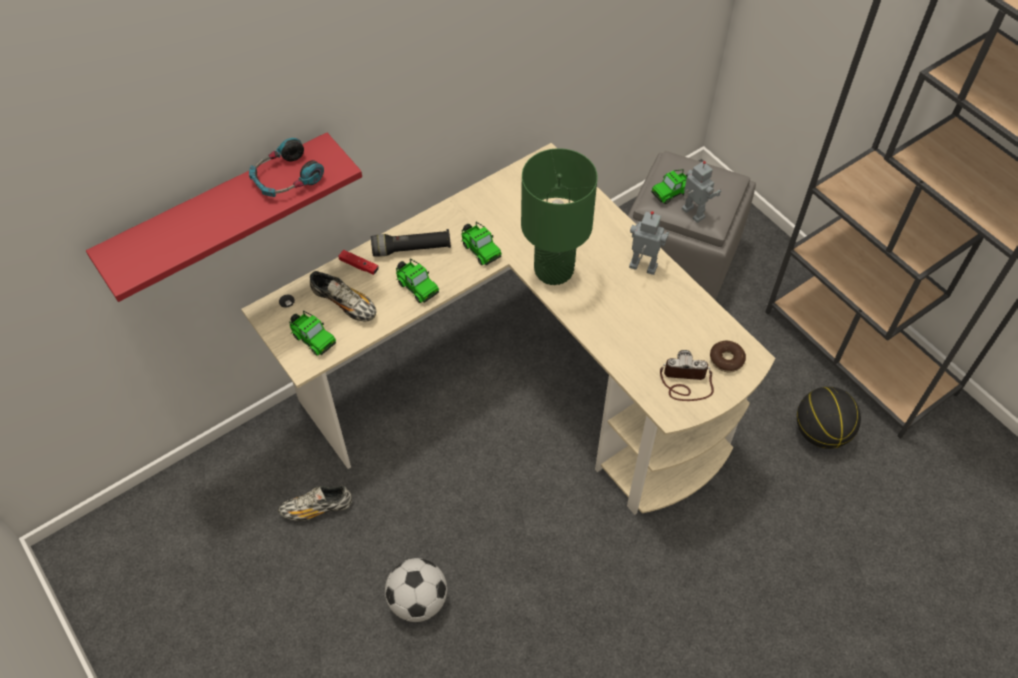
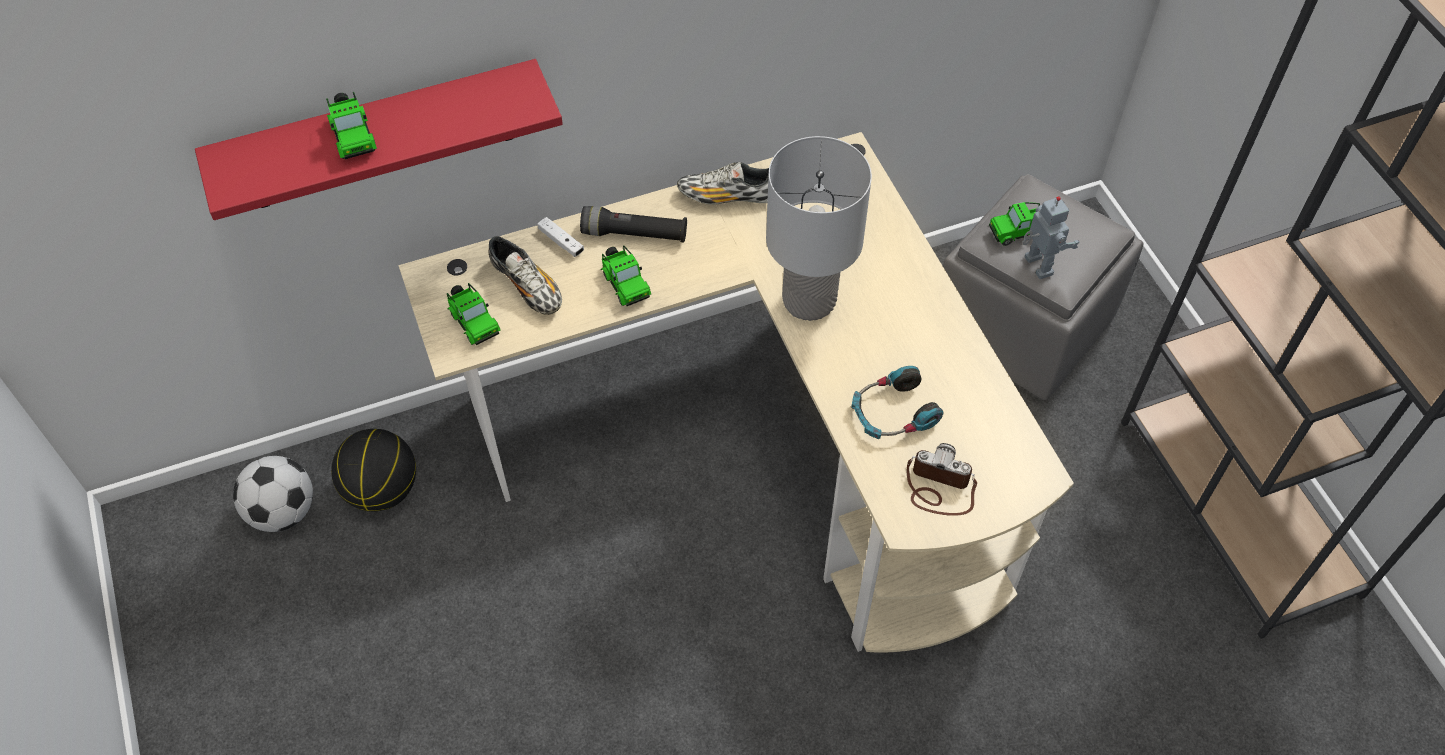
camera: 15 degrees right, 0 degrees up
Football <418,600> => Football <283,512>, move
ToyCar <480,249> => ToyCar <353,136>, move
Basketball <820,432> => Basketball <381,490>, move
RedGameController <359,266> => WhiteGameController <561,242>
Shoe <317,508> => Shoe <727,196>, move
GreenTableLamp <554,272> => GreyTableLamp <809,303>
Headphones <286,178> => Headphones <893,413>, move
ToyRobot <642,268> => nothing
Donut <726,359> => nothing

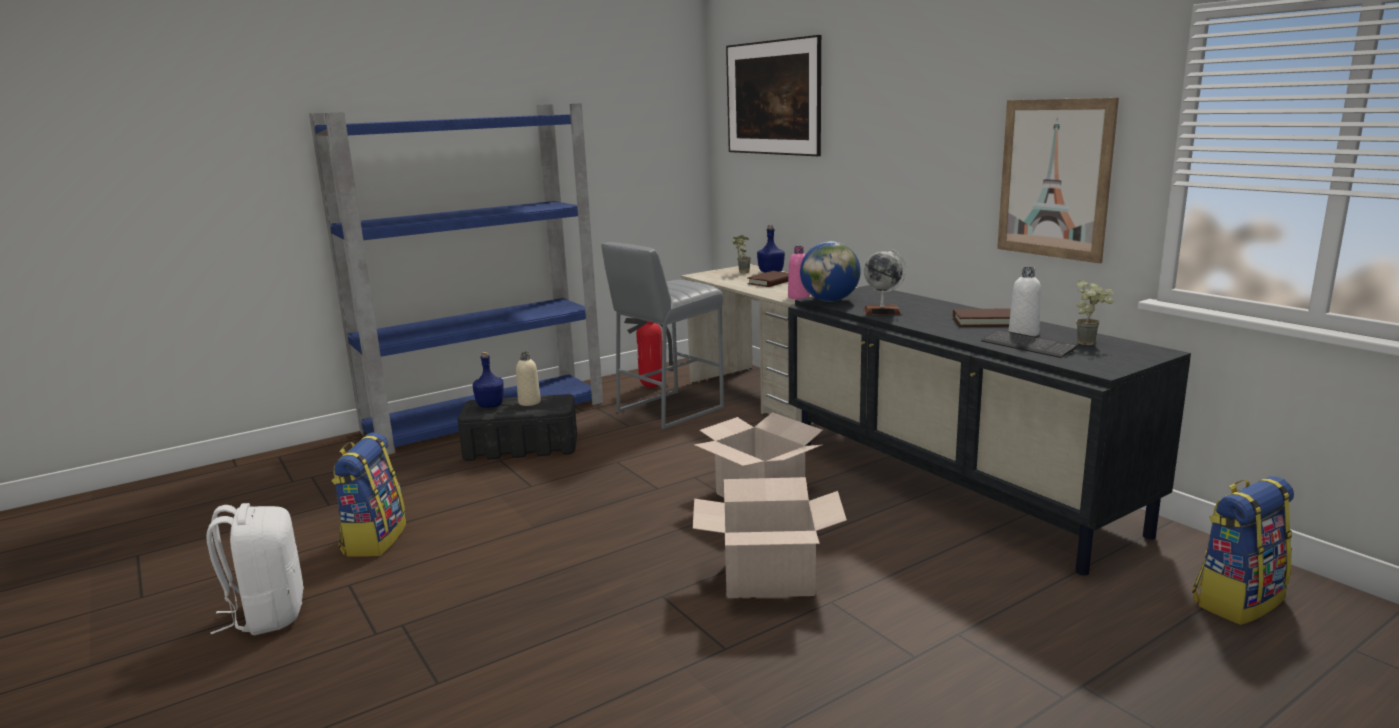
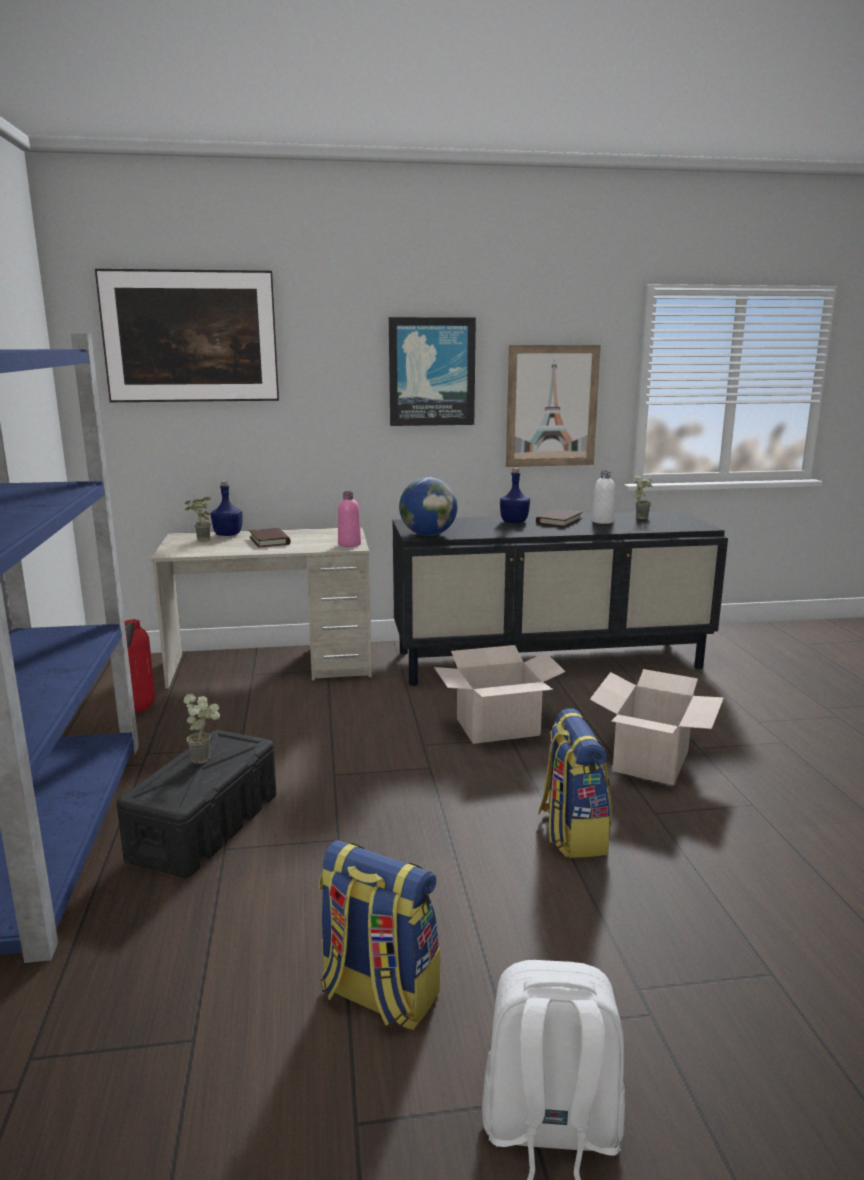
camera: 65 degrees left, 0 degrees up
BeigeBottle <529,402> => PottedPlant <206,758>
nothing => Picture <431,372>
BlueBottle <490,405> => BlueBottle <515,522>, move
Backpack <1236,600> => Backpack <572,833>, move
GreyStool <668,410> => nothing
Globe <882,311> => nothing
Keyboard <1028,346> => nothing

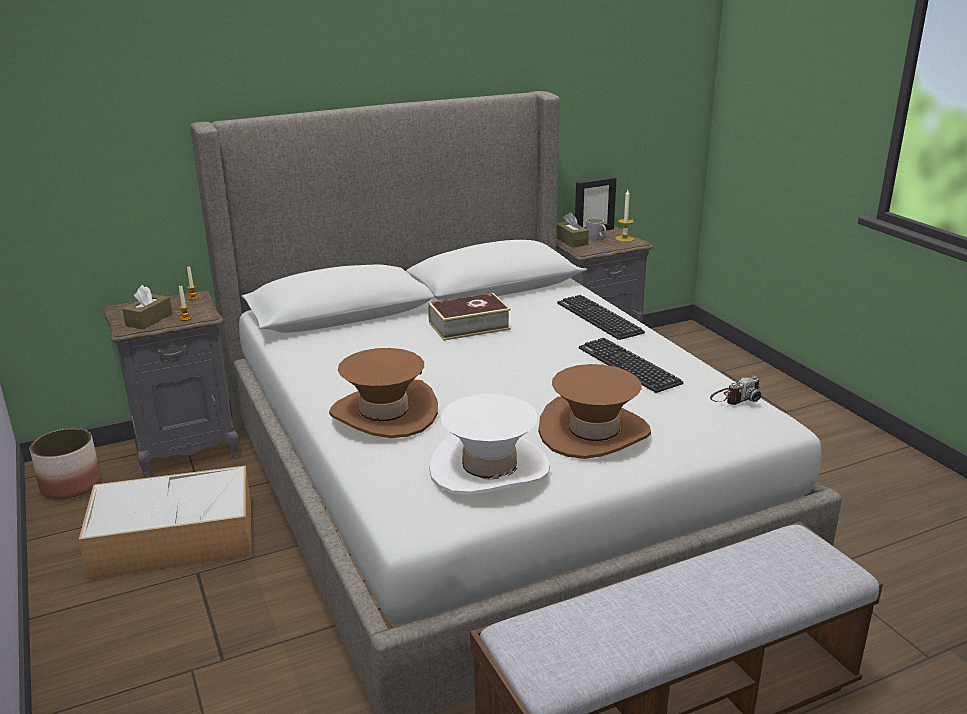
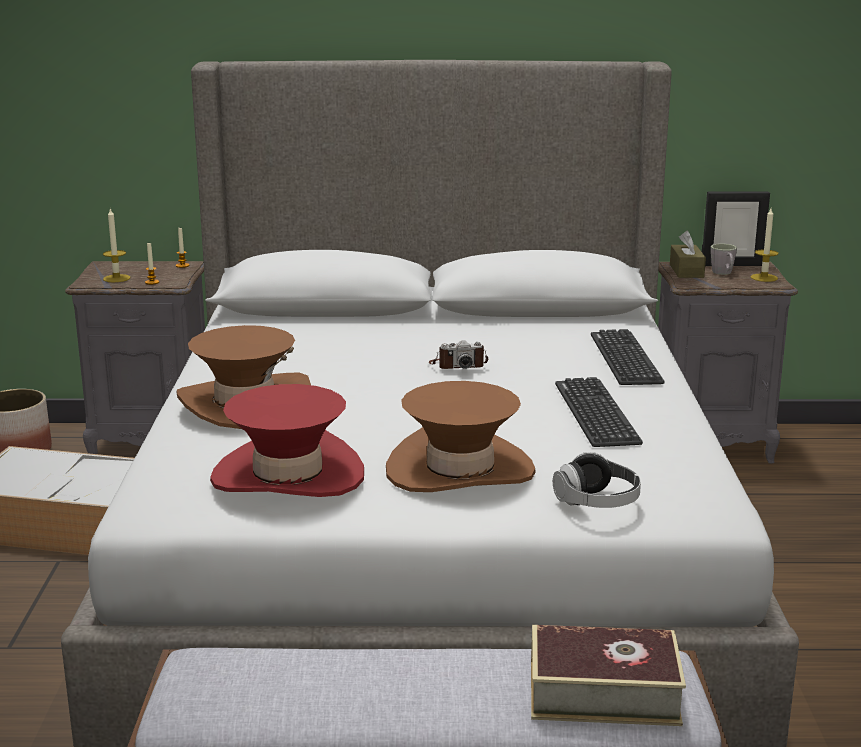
camera: 25 degrees right, 5 degrees down
BrownTissueBox <149,320> => Candle <116,278>
WhiteHat <489,468> => RedHat <288,476>
PhotoCamera <734,398> => PhotoCamera <458,365>, move
Book <469,326> => Book <603,692>, move
nothing => Headphones <597,503>

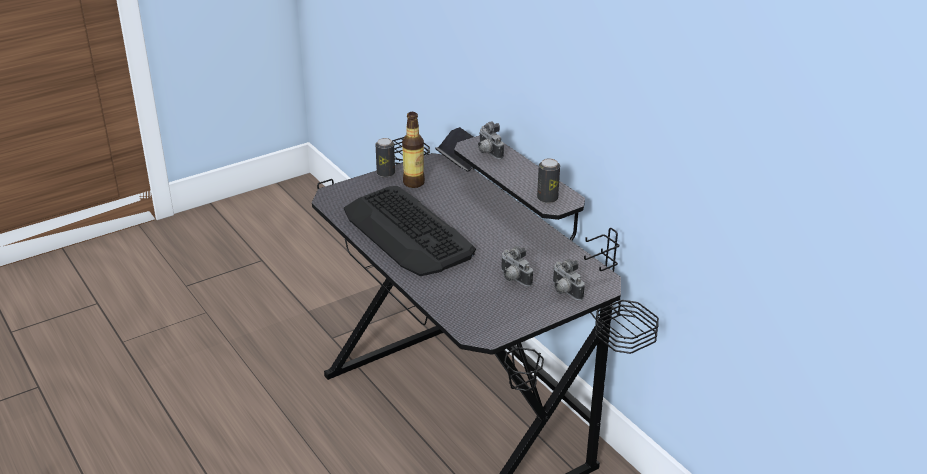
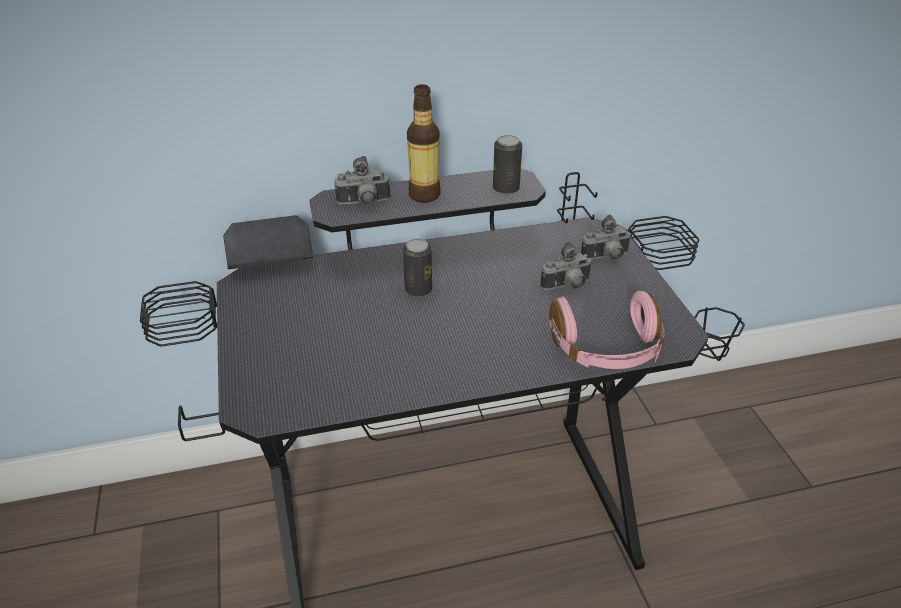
camera: 70 degrees left, 5 degrees up
Can <386,173> => Can <418,290>, move
Bottle <414,183> => Bottle <424,195>, move
nothing => PinkHeadphones <606,349>
Keyboard <407,232> => nothing

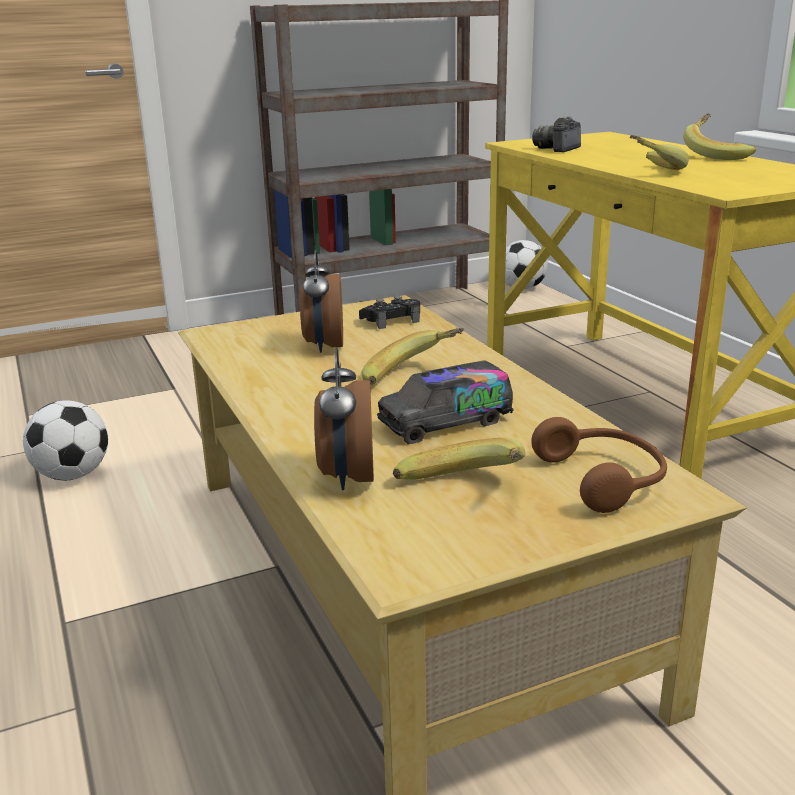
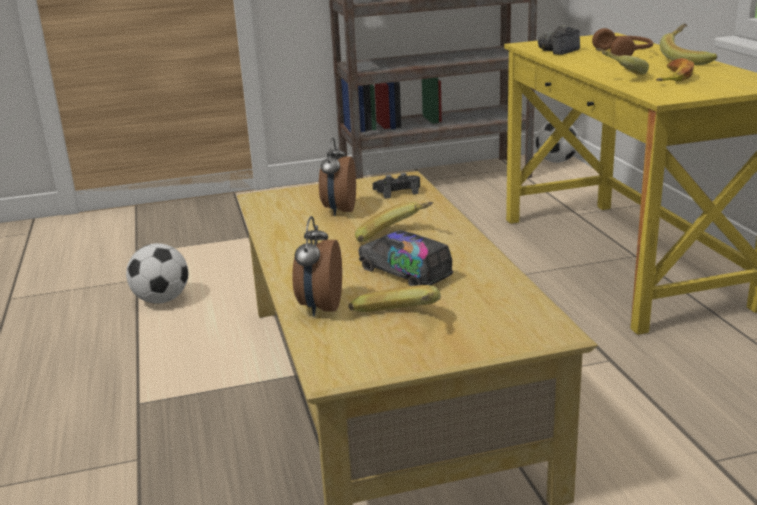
camera: 10 degrees right, 0 degrees up
ToyTruck <445,423> => ToyTruck <405,273>, 60 degrees clockwise
BrownHeadphones <604,479> => BrownHeadphones <625,54>, move
nothing => Banana <672,77>

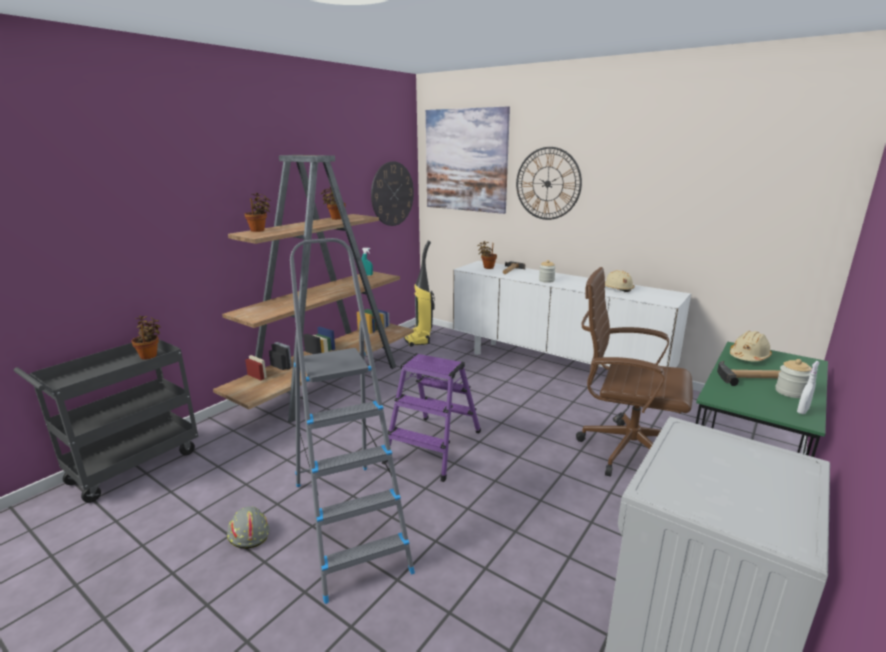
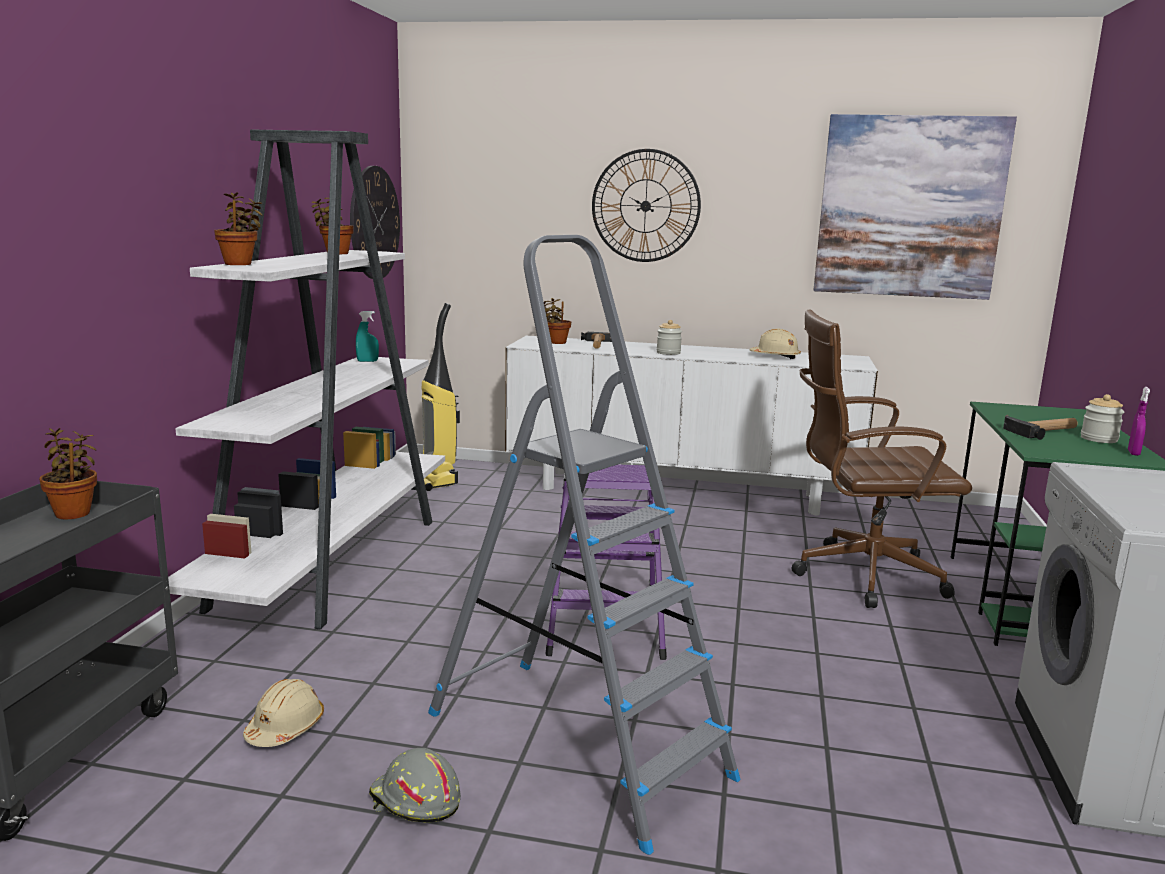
camera: 25 degrees left, 5 degrees down
BrownBookcase <329,382> => WhiteBookcase <332,560>
BeigeHardHat <748,357> => BeigeHardHat <285,728>, move
Picture <466,160> => Picture <909,207>, move
WhiteSprayBottle <802,411> => PurpleSprayBottle <1133,453>

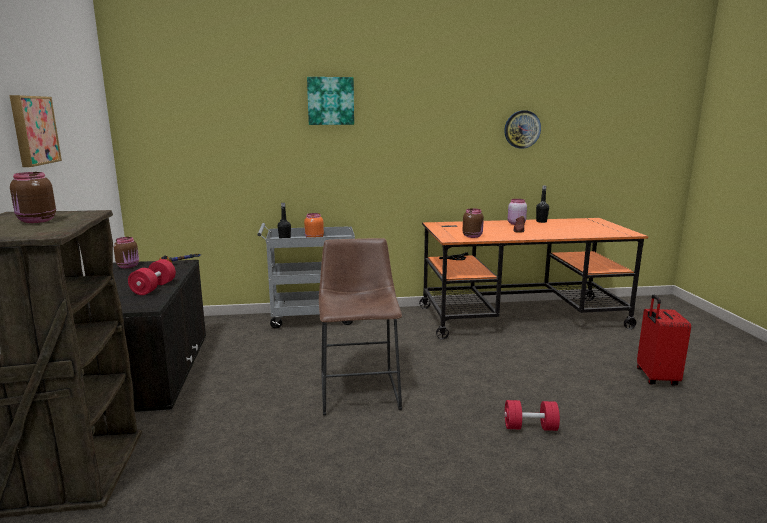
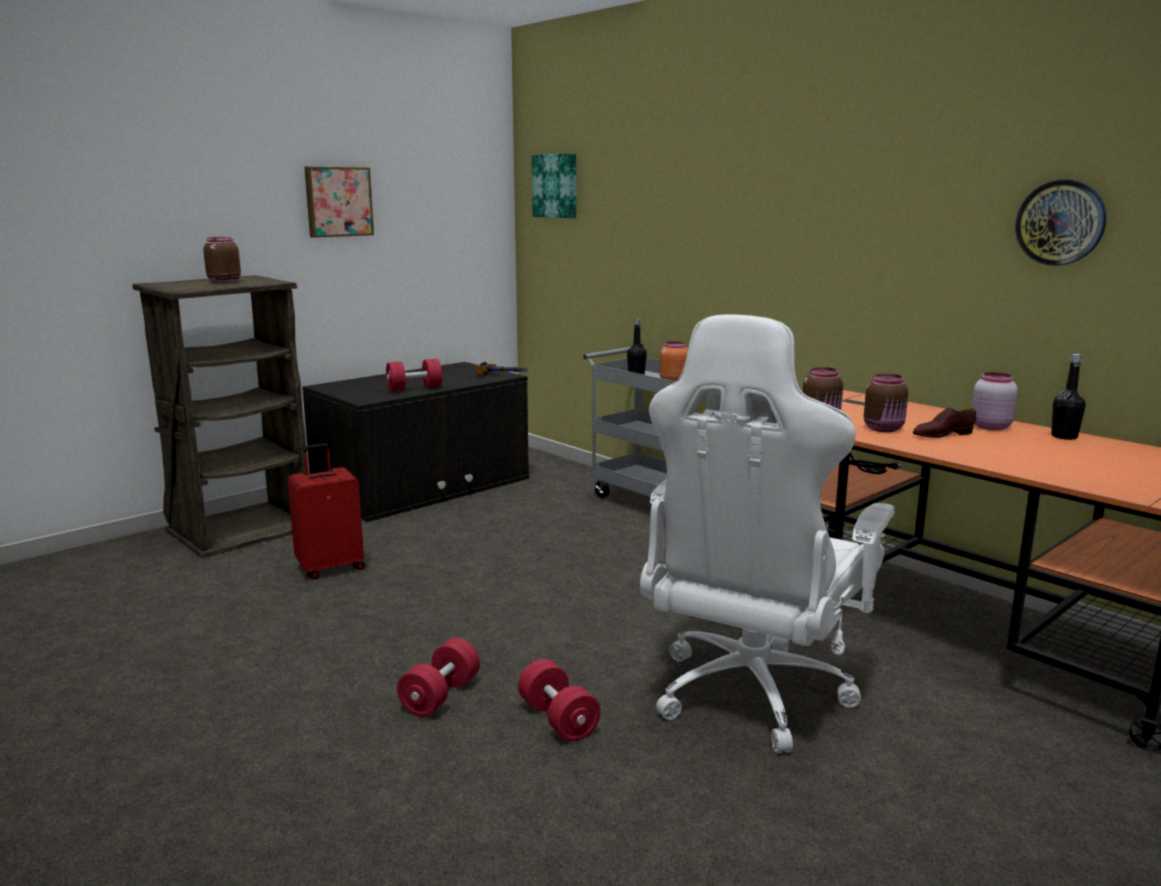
camera: 55 degrees right, 0 degrees up
RedSuitcase <655,377> => RedSuitcase <330,568>, move
nothing => RedDumbbell <440,696>
Picture <330,101> => Picture <556,186>, move
nothing => WhiteOfficeChair <754,687>
BrownJar <129,266> => BrownJar <884,429>, move
BrownStool <359,389> => nothing

